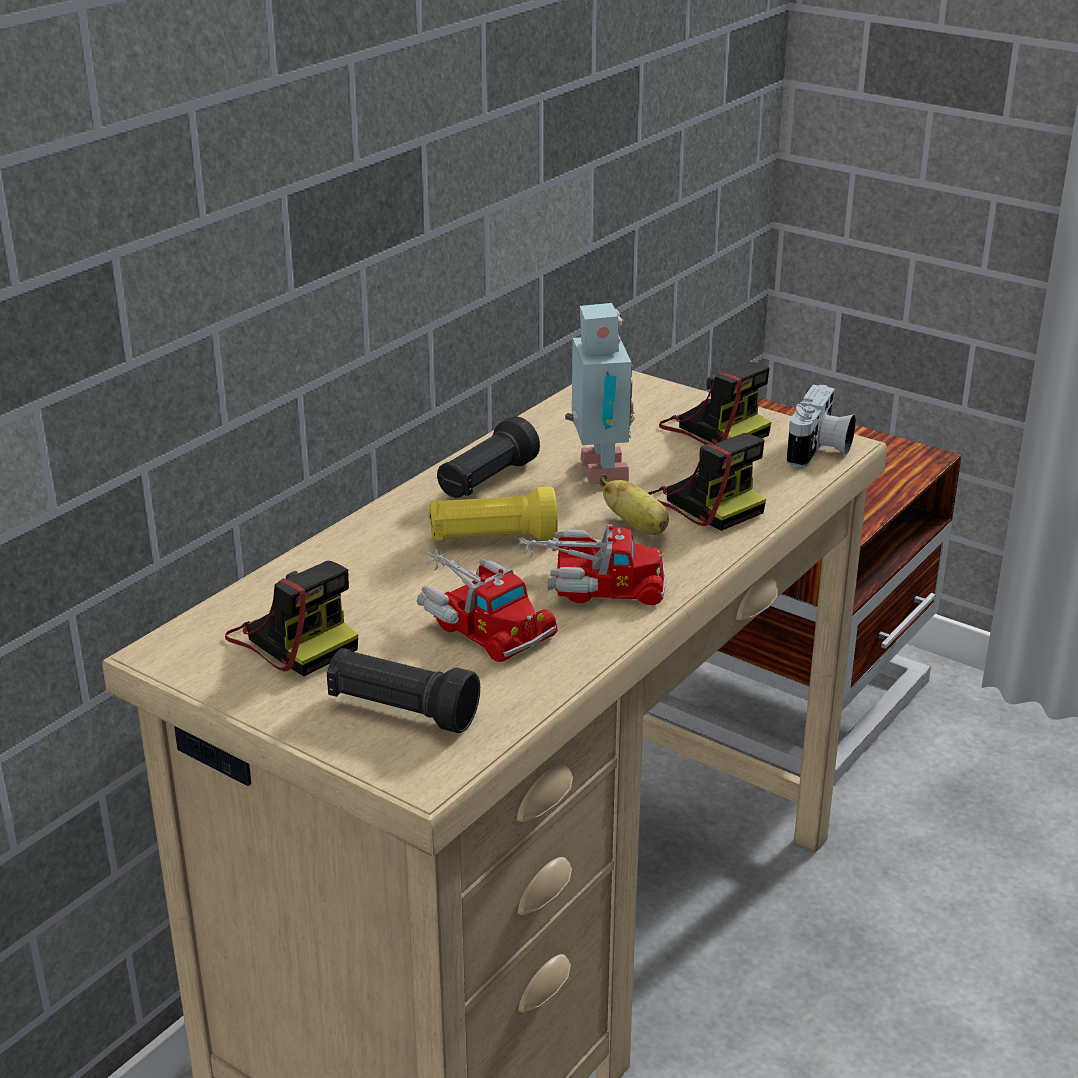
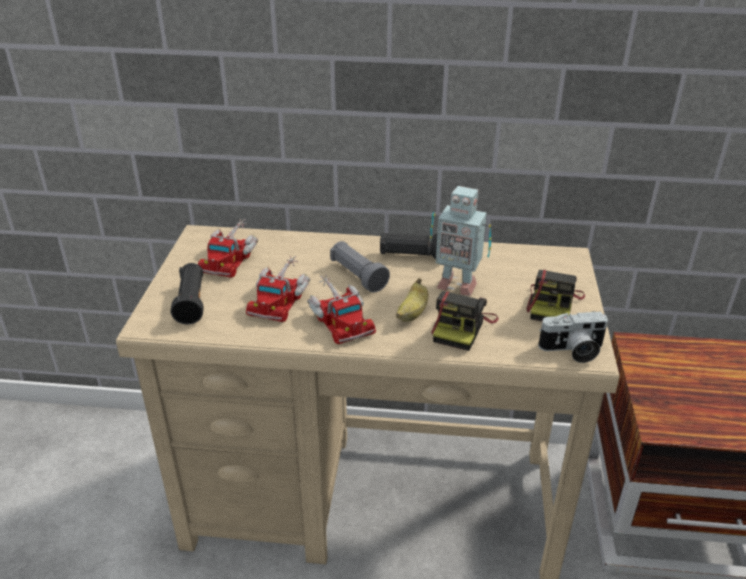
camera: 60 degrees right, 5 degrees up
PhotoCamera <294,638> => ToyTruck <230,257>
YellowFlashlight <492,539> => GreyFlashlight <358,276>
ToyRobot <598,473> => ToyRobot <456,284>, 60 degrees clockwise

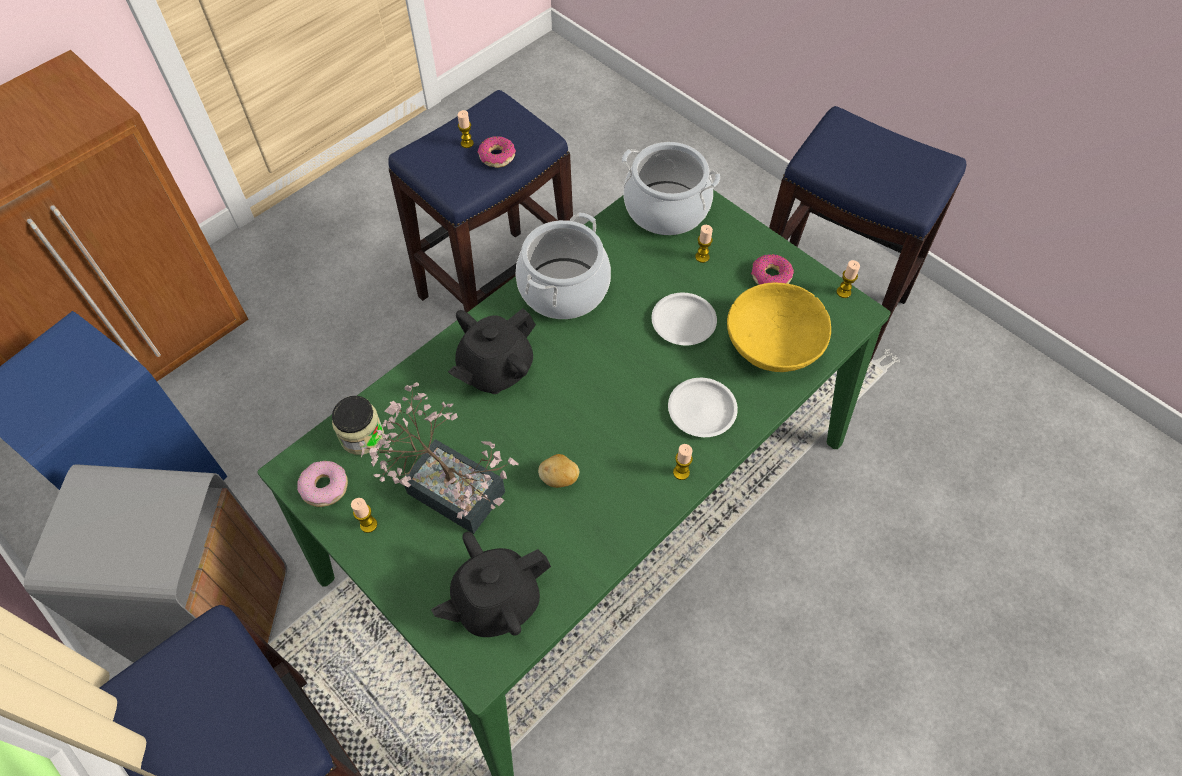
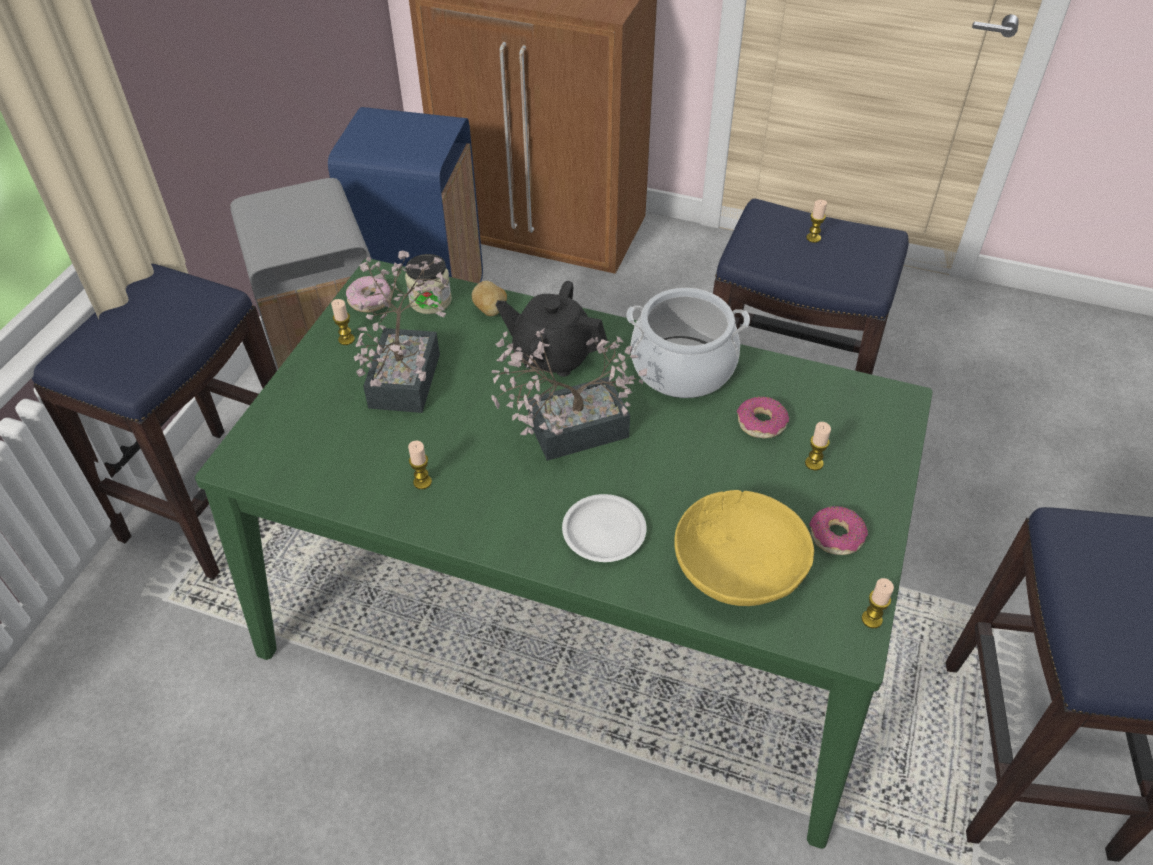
camera: 65 degrees right, 10 degrees down
Candle <681,472> => Candle <422,482>, move
Potato <559,478> => Potato <490,310>, move
nothing => PottedPlant <566,431>
Donut <497,157> => Donut <761,423>, move
BlackTeapot <495,601> => nothing
CookingPot <666,209> => nothing
WhitePlate <684,322> => nothing

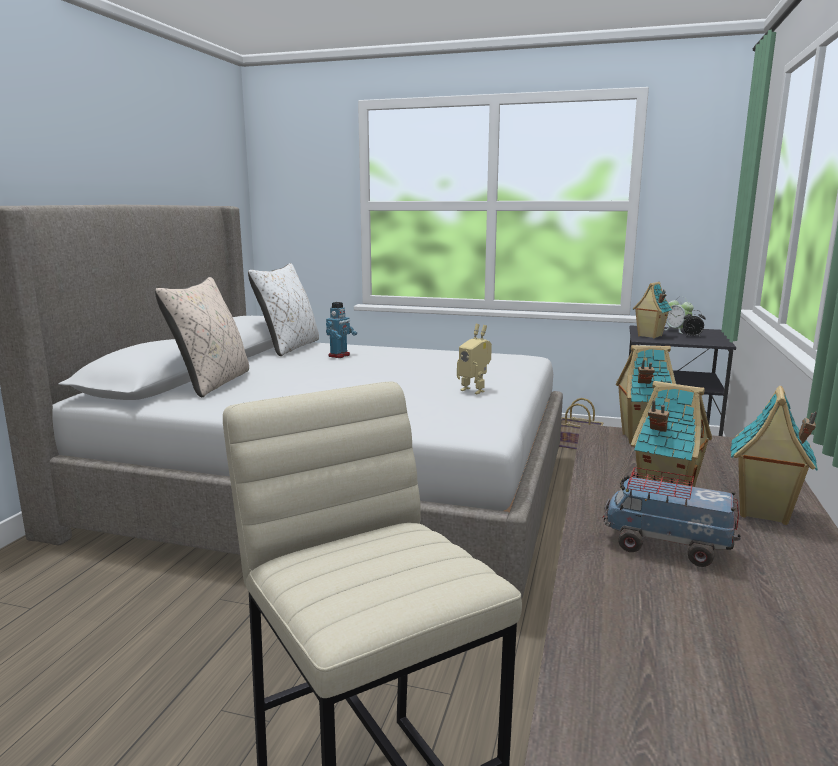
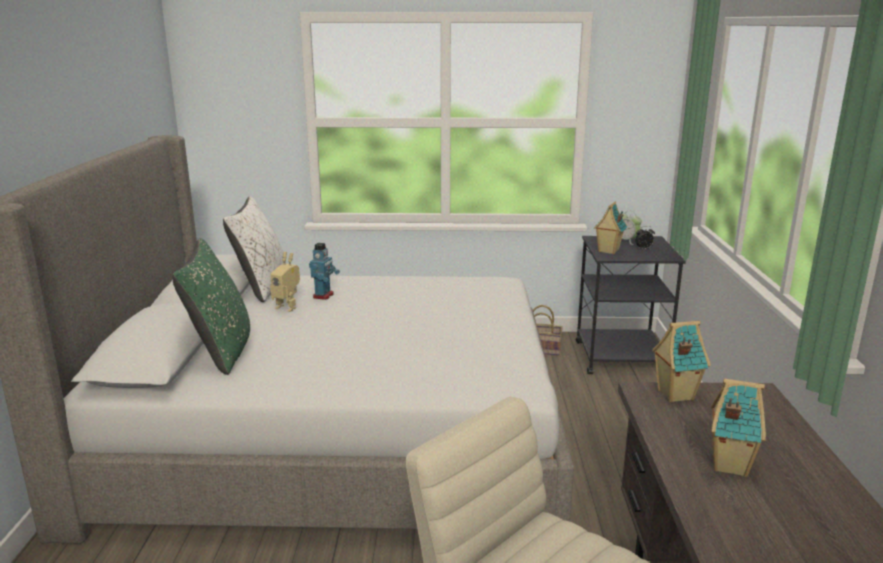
camera: 15 degrees left, 5 degrees up
BeigePillow <212,383> => GreenPillow <221,351>
ToyRobot <474,390> => ToyRobot <288,307>, move
ToyTruck <666,546> => nothing
ToyHouse <762,513> => nothing

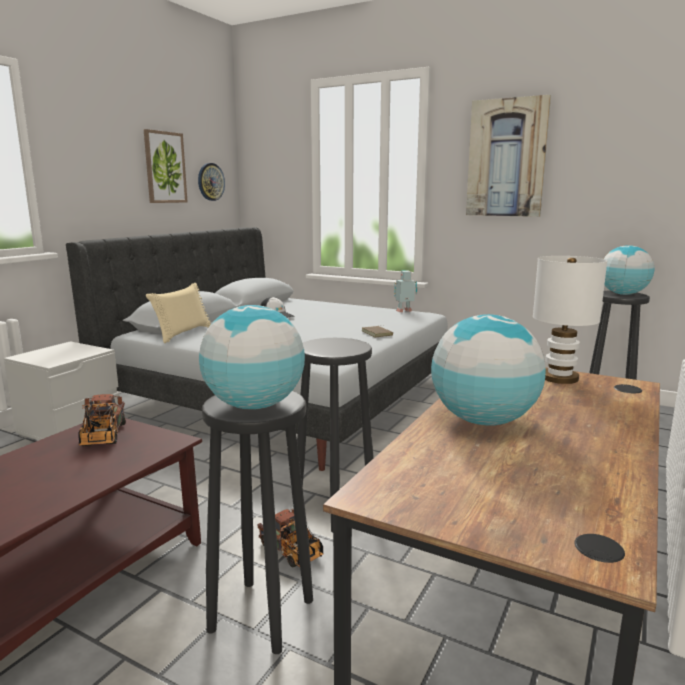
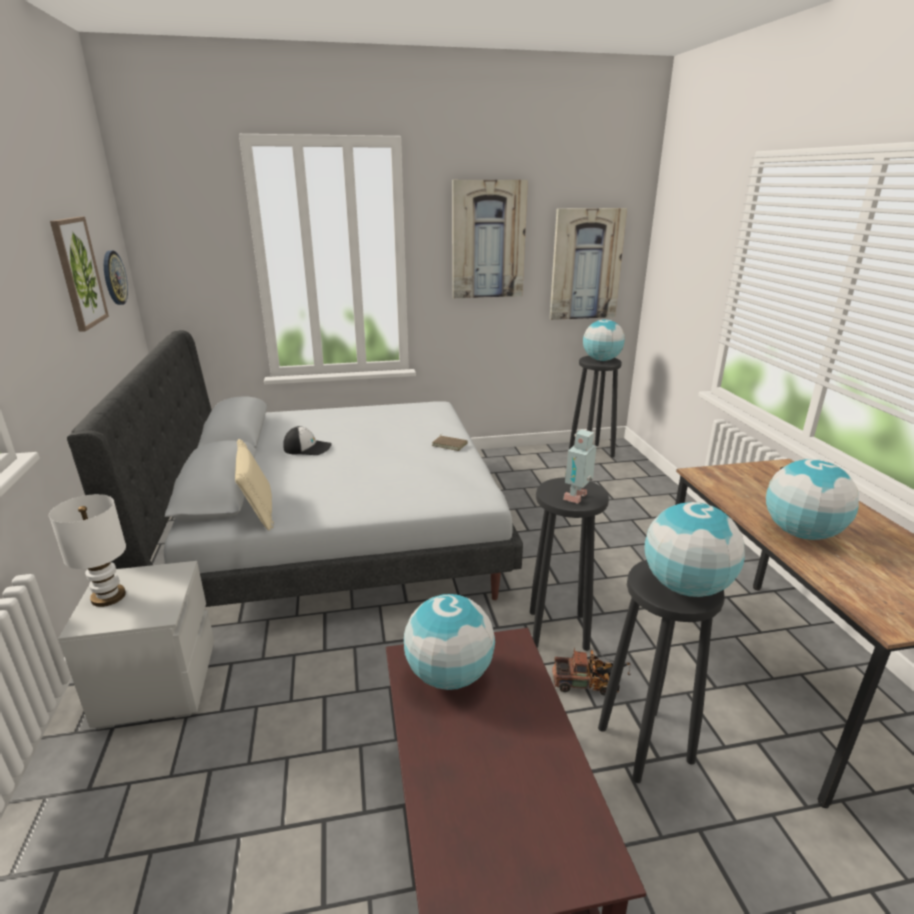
camera: 40 degrees left, 10 degrees up
WhiteTableLamp <560,378> => WhiteTableLamp <109,597>, move
ToyTruck <102,438> => Globe <449,675>
nothing => Picture <586,264>
ToyRobot <405,311> => ToyRobot <577,497>, move

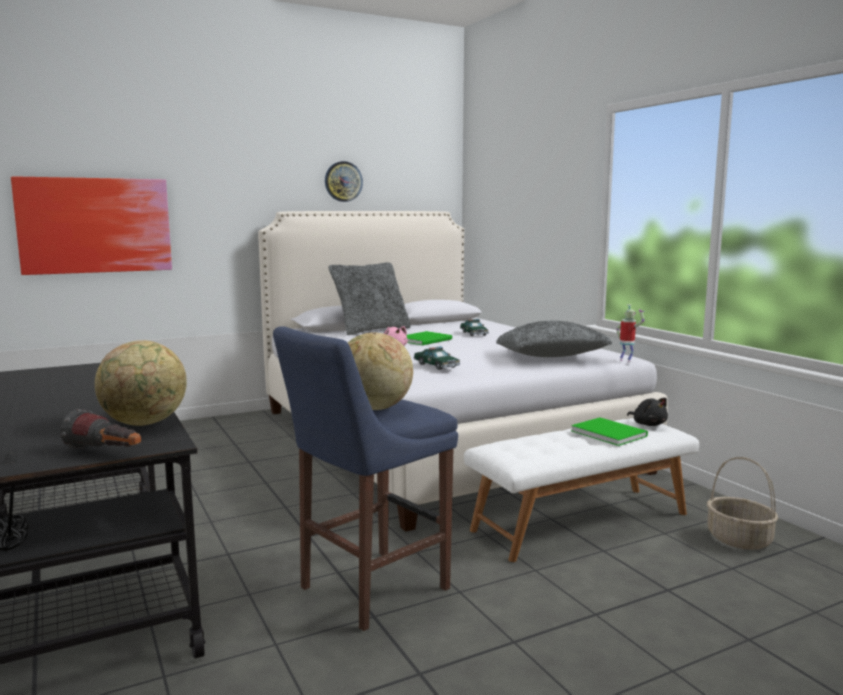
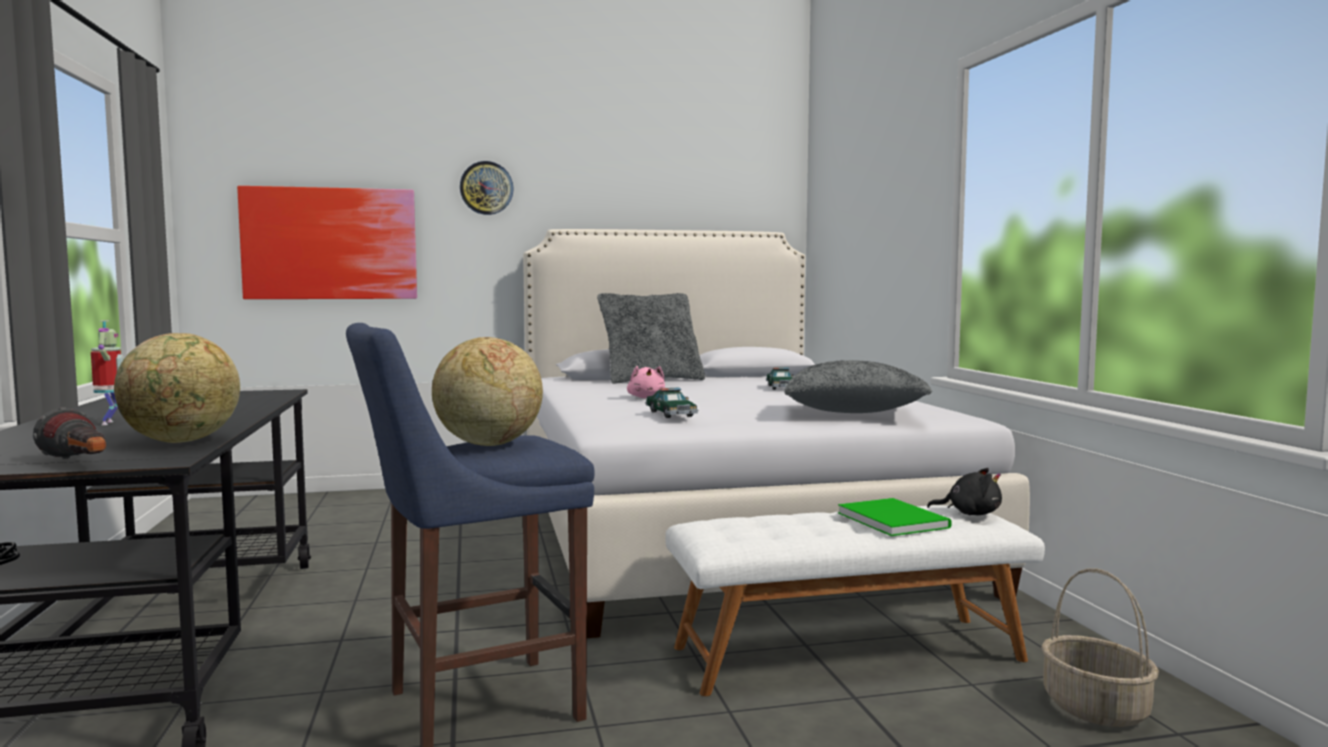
camera: 15 degrees right, 5 degrees down
ToyRobot <626,361> => ToyRobot <111,423>, move
WallClock <343,181> => WallClock <486,188>, move
BlackPlushToy <648,424> => BlackPlushToy <970,513>, 60 degrees counterclockwise
GreenBook <426,340> => nothing

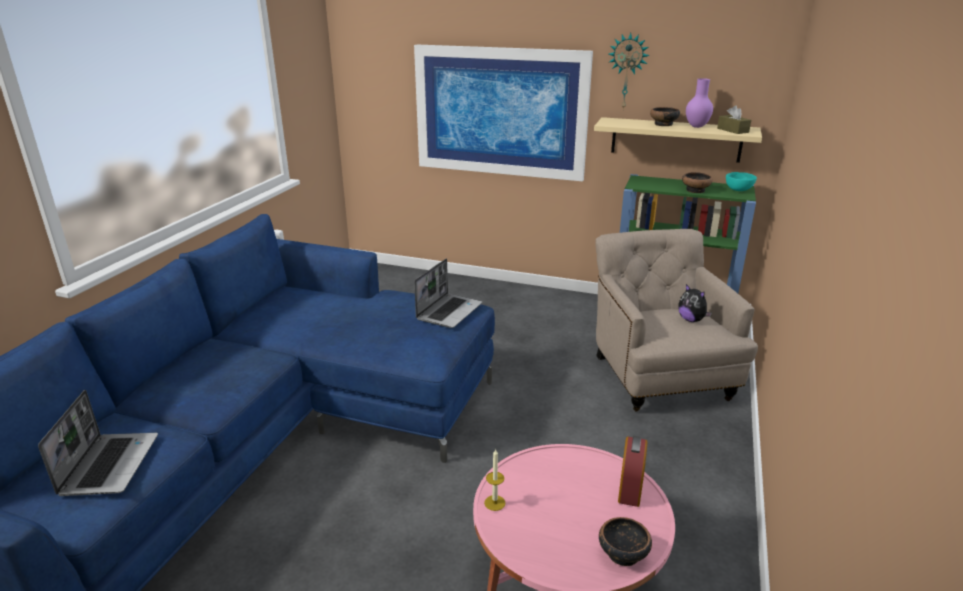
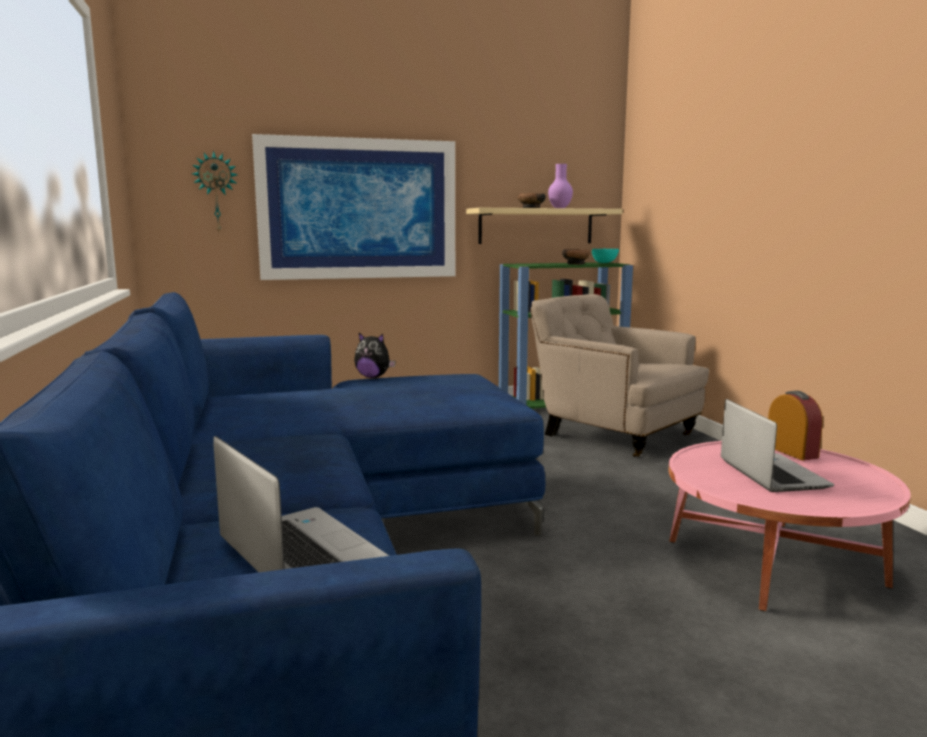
camera: 35 degrees left, 15 degrees down
WallClock <627,71> => WallClock <216,192>, move
PlushToy <691,320> => PlushToy <373,377>, move
Laptop <449,311> => Laptop <771,474>, move
Candle <494,503> => nothing
Bowl <622,553> => nothing
BrownTissueBox <732,130> => nothing

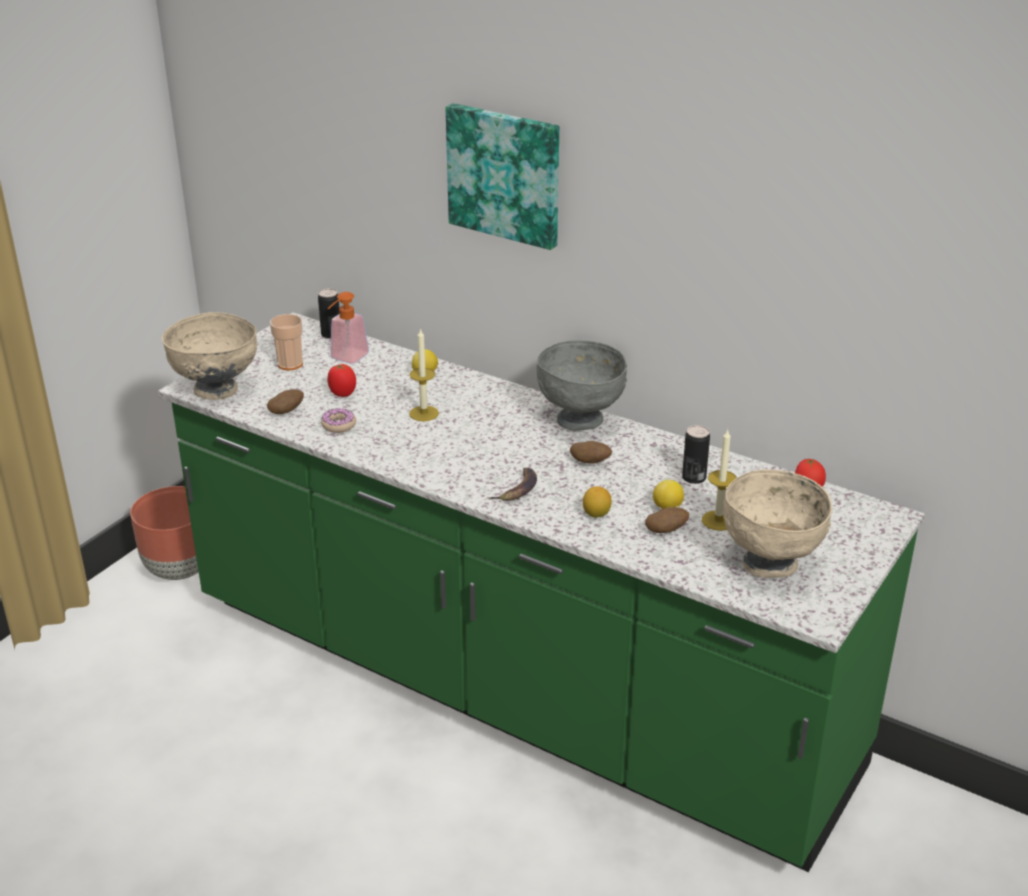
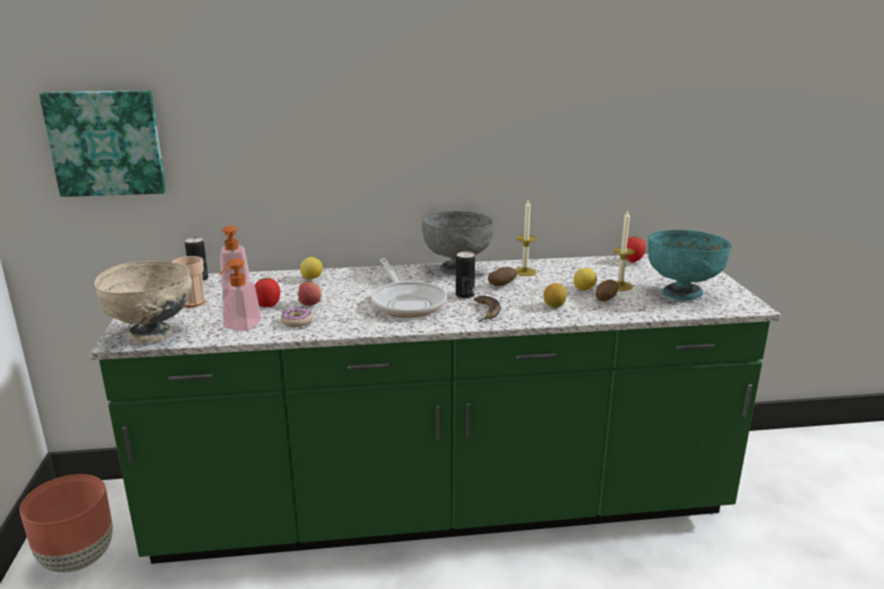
camera: 40 degrees left, 10 degrees down
Picture <505,174> => Picture <107,143>, move
Potato <286,412> => SoapDispenser <239,328>
nothing => Apple <309,304>
nothing => FryingPan <407,302>
Can <694,478> => Can <465,295>, move
Candle <424,413> => Candle <524,272>, move
BeigeBowl <770,564> => TurquoiseBowl <682,293>

